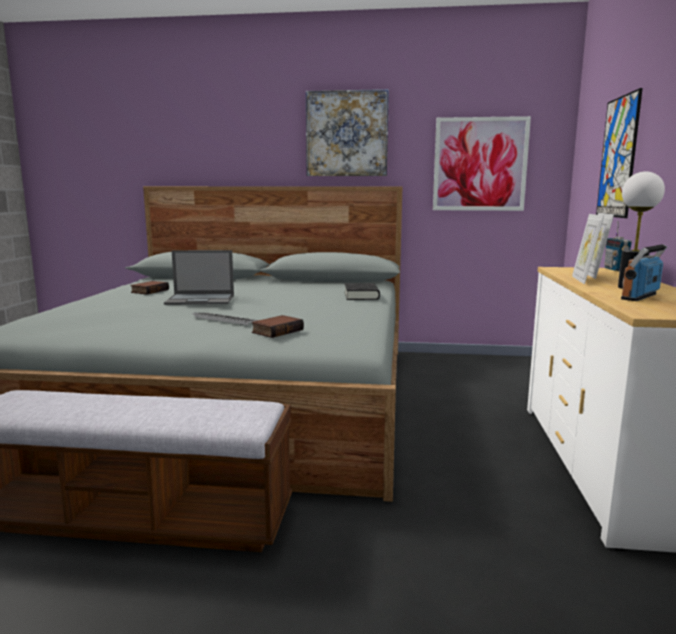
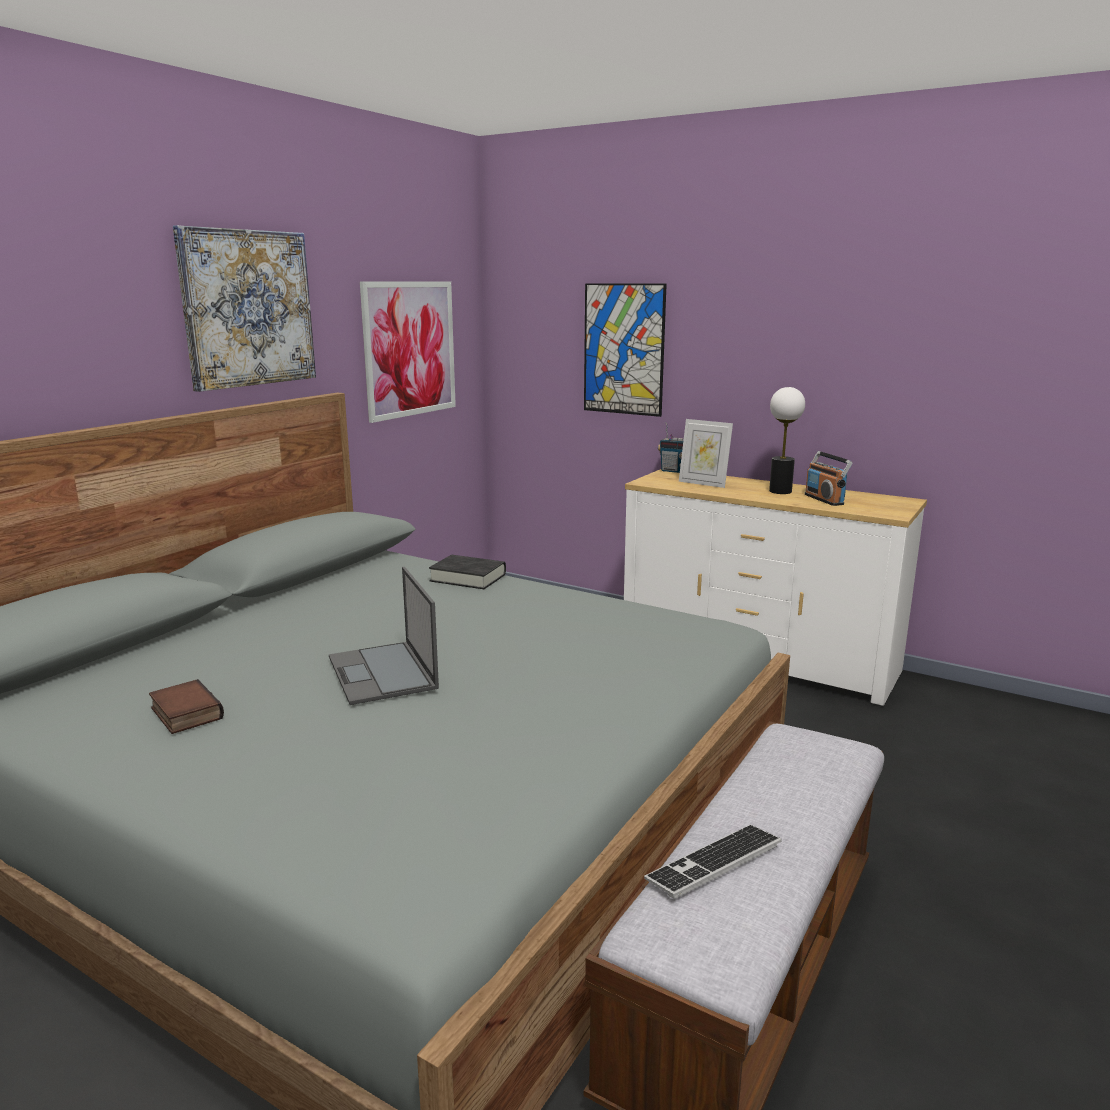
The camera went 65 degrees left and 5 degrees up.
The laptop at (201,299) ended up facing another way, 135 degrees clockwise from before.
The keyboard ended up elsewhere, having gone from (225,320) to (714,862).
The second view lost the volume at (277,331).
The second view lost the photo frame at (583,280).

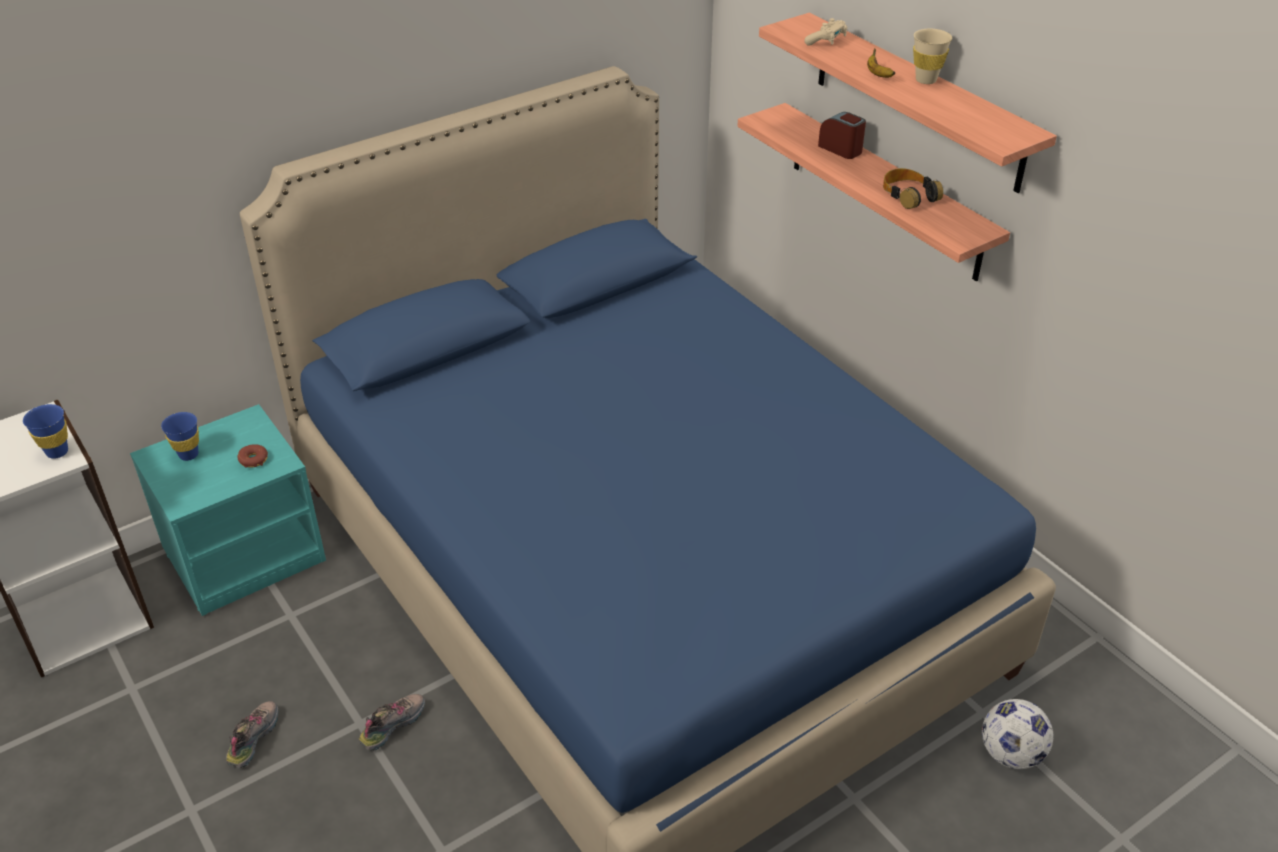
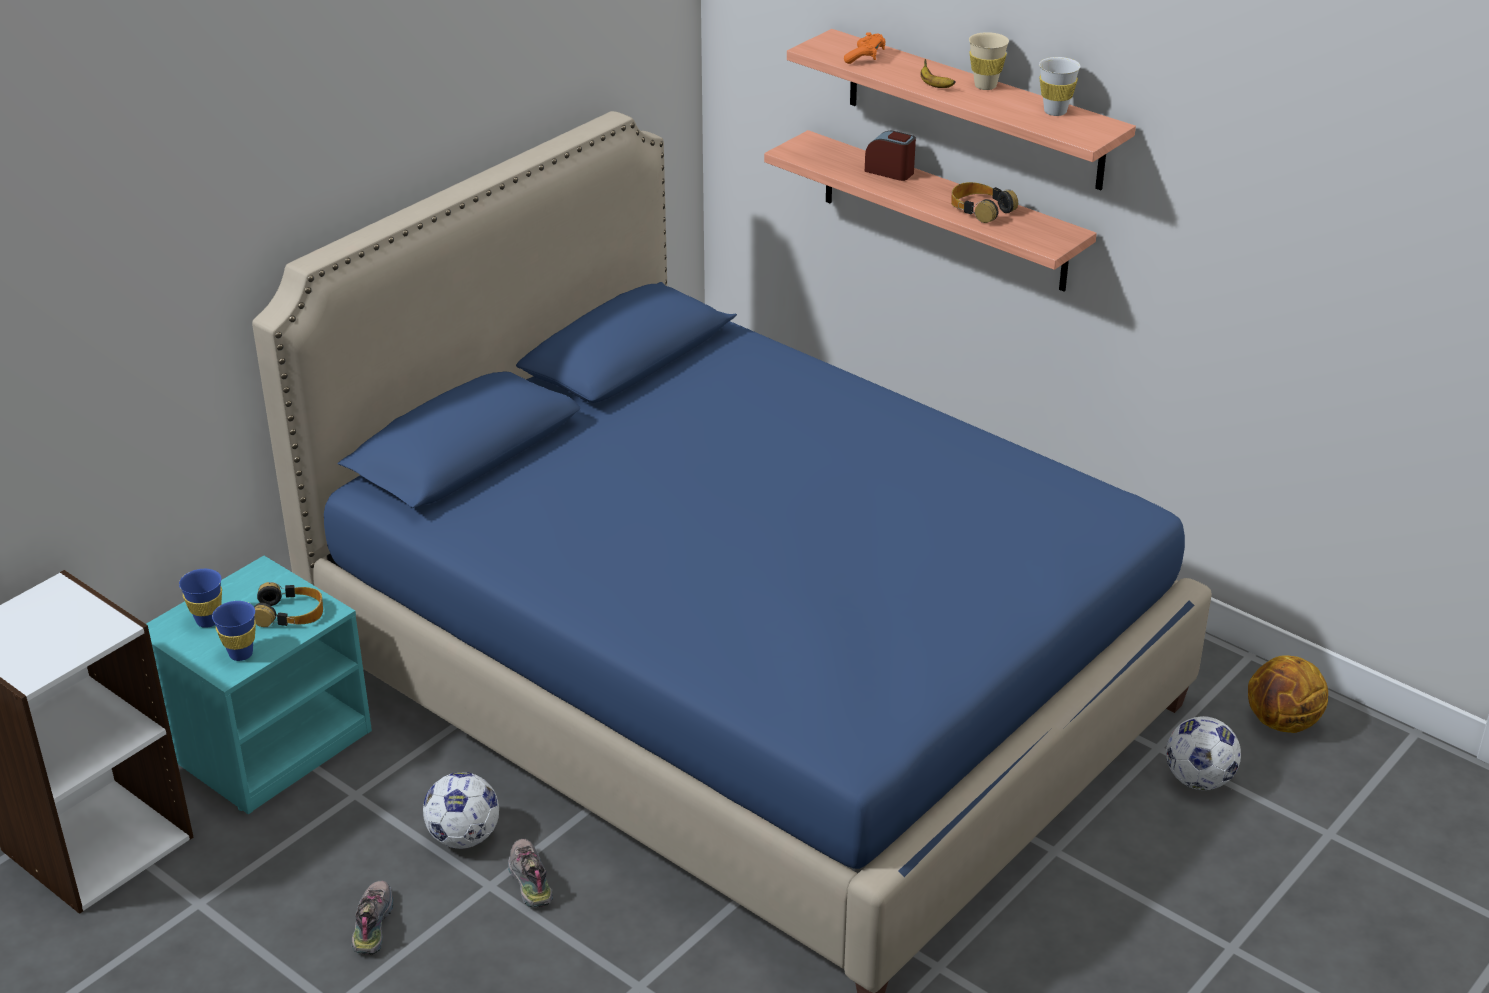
The camera went 15 degrees left and 5 degrees down.
The bluish cup ended up elsewhere, having gone from (57,452) to (241,654).
Where the ring doughnut stood at (253,460), the pair of headphones came to stand at (290,613).
The item of footwear at (393,725) ended up facing another way, 45 degrees counterclockwise from before.
What was the beige joypad at (826,41) turned into the orange-coloured joypad at (865,57).
The second view gained the ball for football at (464,837).
The second view gained the white-coloured cup at (1055,111).
The second view gained the ball for basketball at (1282,722).

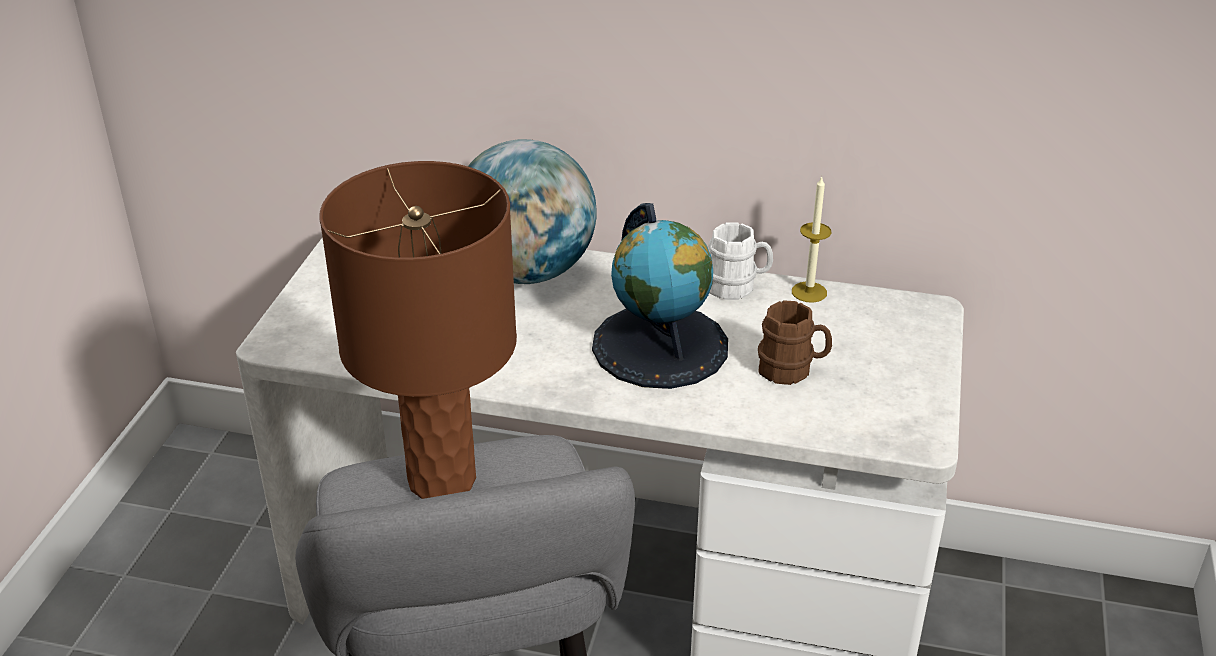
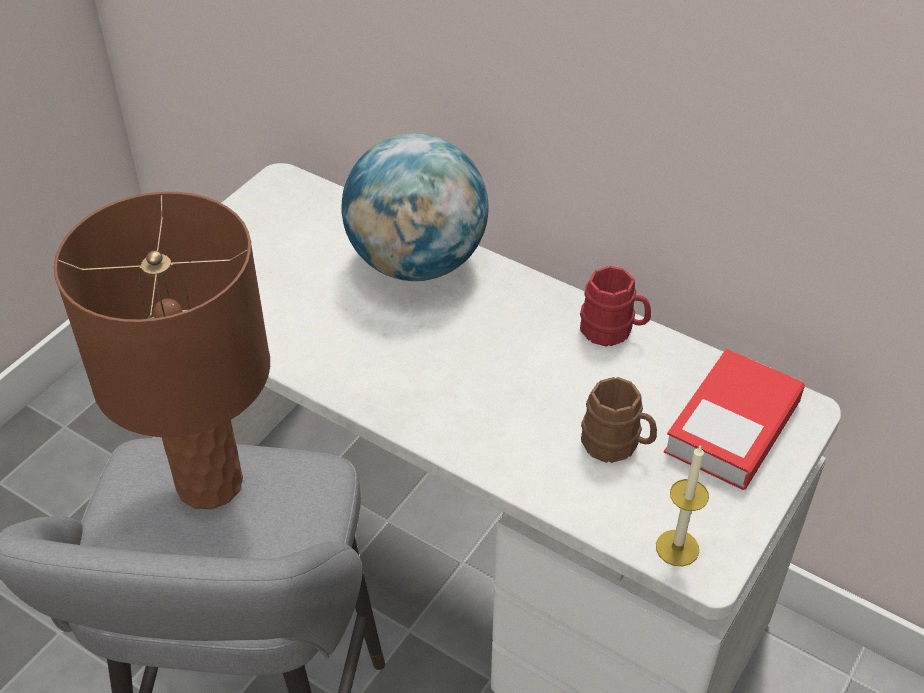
The camera went 20 degrees right and 10 degrees up.
The second view lost the globe at (660,345).
What was the white-coloured mug at (737,287) turned into the red-coloured mug at (613,331).
The wax candle ended up elsewhere, having gone from (809,292) to (677,548).
The second view gained the volume at (732,427).

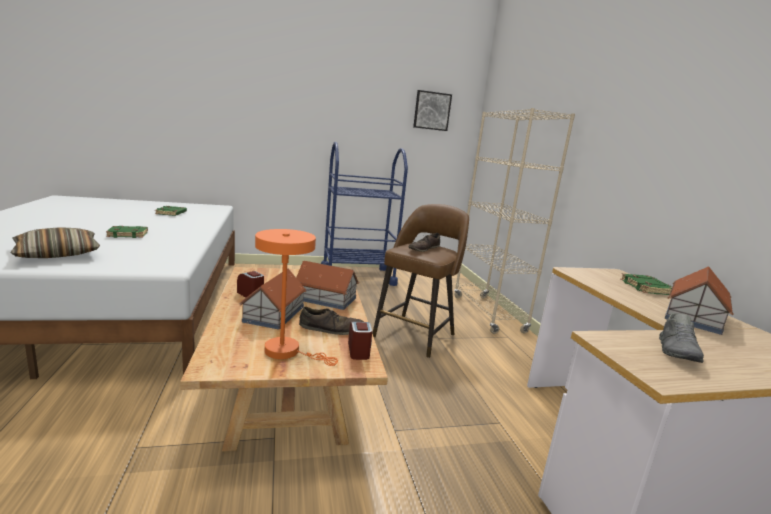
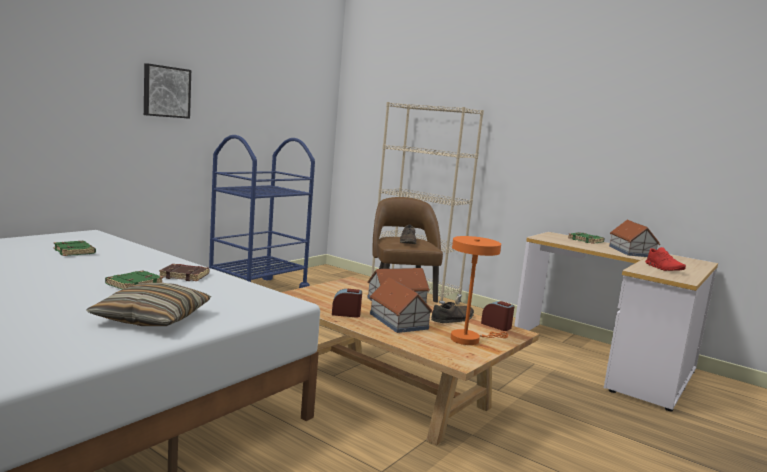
The camera went 40 degrees left and 5 degrees down.
The wall art ended up elsewhere, having gone from (431,111) to (166,91).
What was the gray item of footwear at (677,351) turned into the red-coloured item of footwear at (664,268).
The second view gained the brown-coloured volume at (185,276).

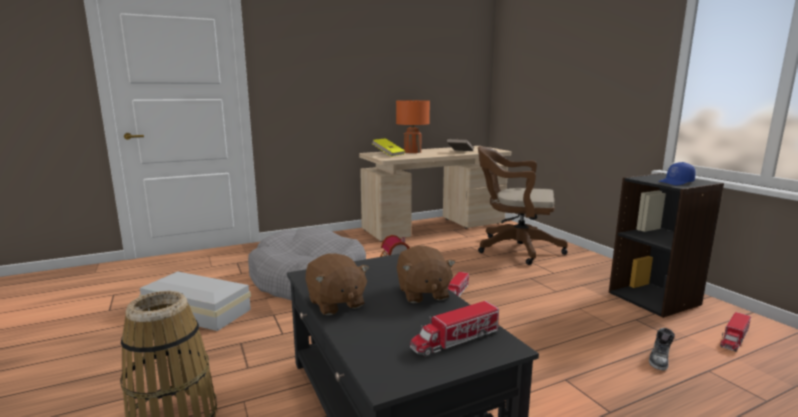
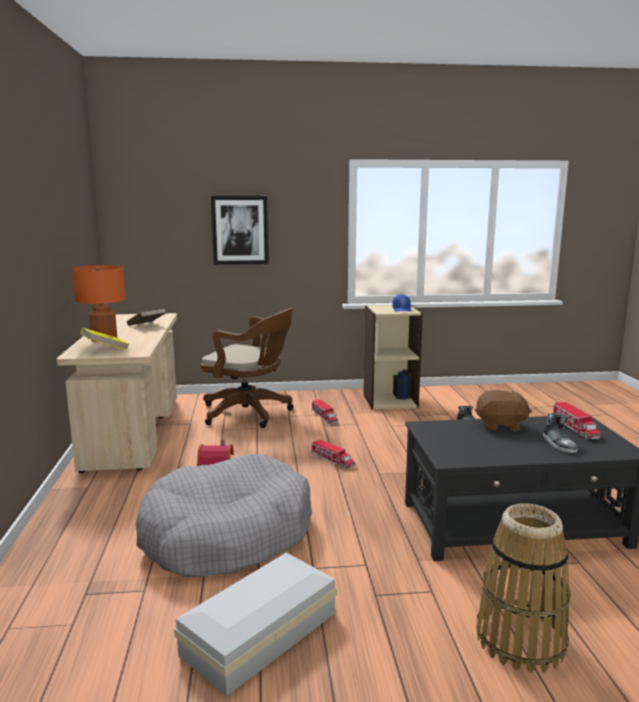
The camera went 70 degrees left and 0 degrees up.
The second view lost the brown-coloured cuddly toy at (335,303).
The brown-coloured desk chair at (514,248) ended up facing another way, 105 degrees counterclockwise from before.
What was the black-coloured bookcase at (654,298) turned into the beige bookcase at (390,400).
The model truck ended up elsewhere, having gone from (734,339) to (324,417).
The second view gained the wall art at (240,230).
The second view gained the item of footwear at (559,444).

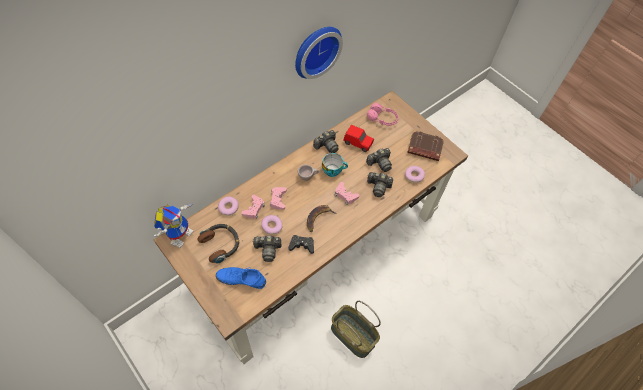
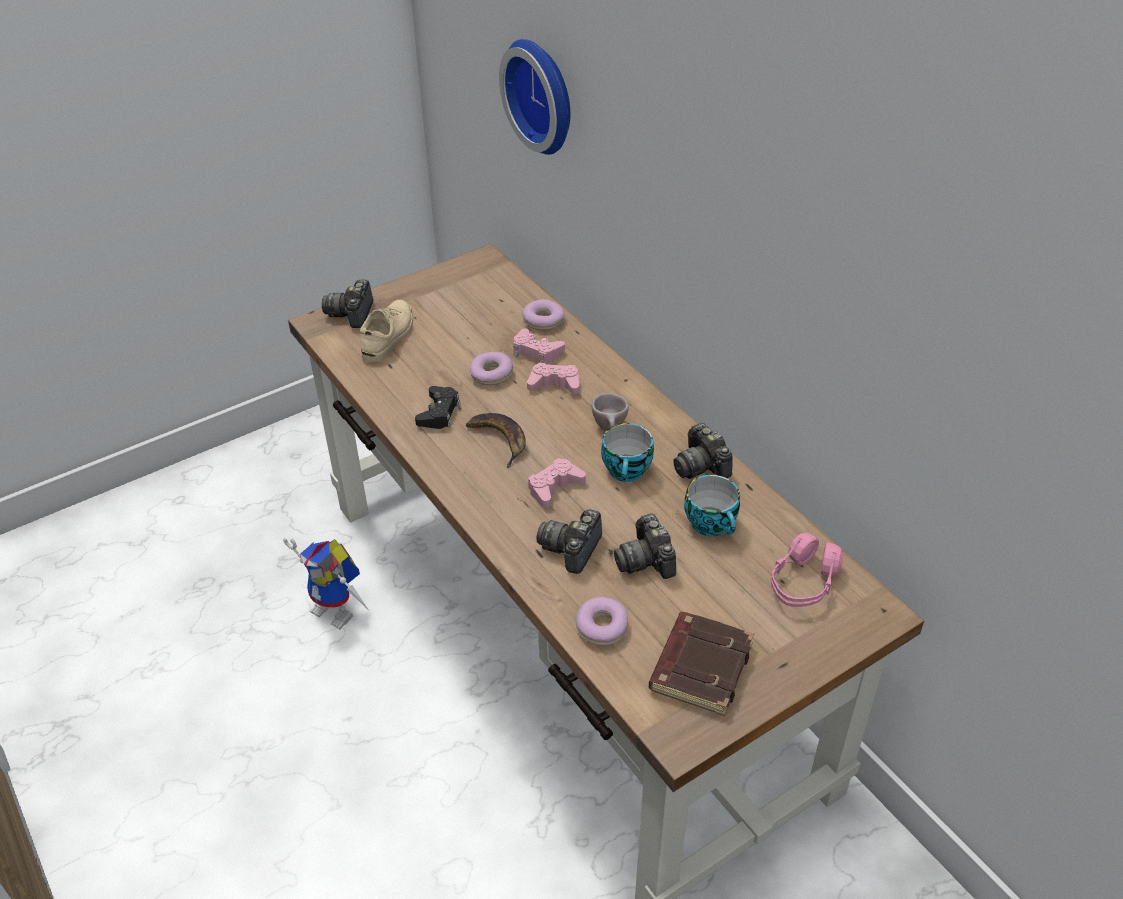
The camera went 100 degrees right and 15 degrees down.
The model robot ended up elsewhere, having gone from (180,234) to (339,611).
The second view lost the pair of headphones at (221,244).
What was the bluish item of footwear at (241,279) turned into the beige item of footwear at (388,336).
The photo camera ended up elsewhere, having gone from (268,250) to (352,314).
The wall clock ended up elsewhere, having gone from (315,50) to (544,95).
The second view lost the basket at (352,336).
Where the red-coloured model car stood at (358,143), the cup came to stand at (712,524).

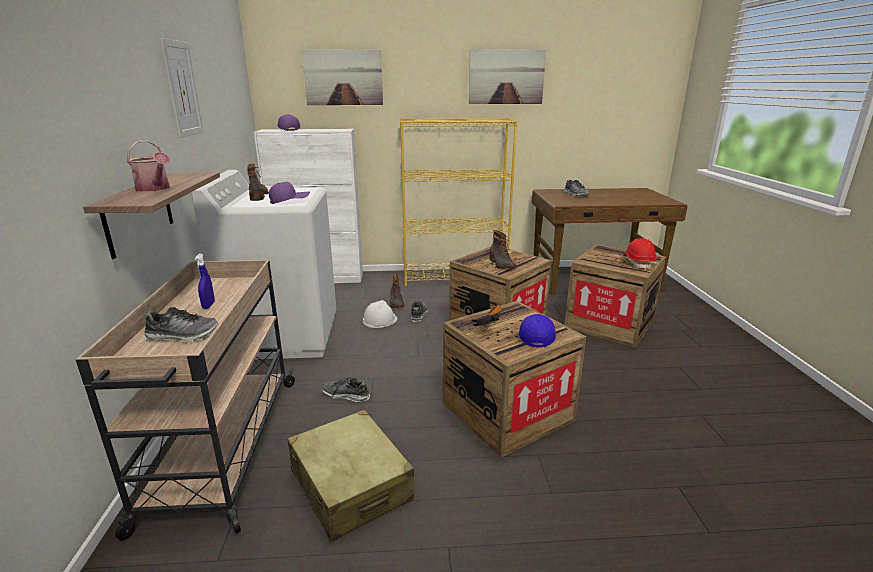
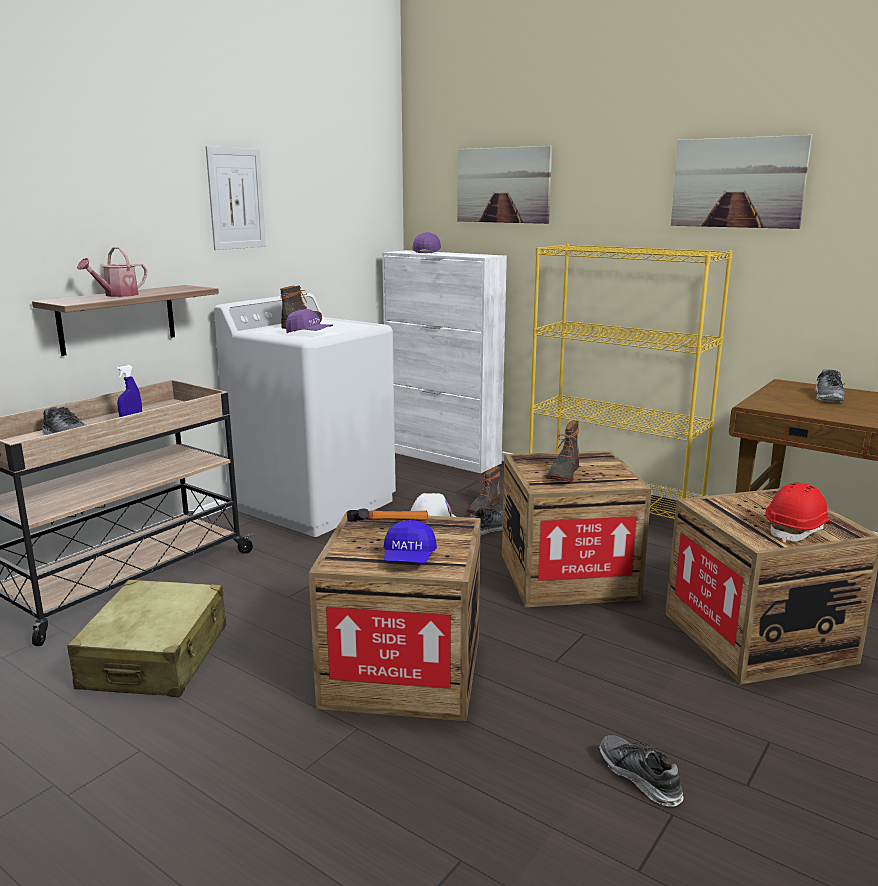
The camera went 40 degrees right and 5 degrees down.
The watering pot at (155,189) ended up facing another way, 45 degrees clockwise from before.
The item of footwear ended up elsewhere, having gone from (346,395) to (639,777).
The bluish cap at (536,336) ended up facing another way, 135 degrees clockwise from before.

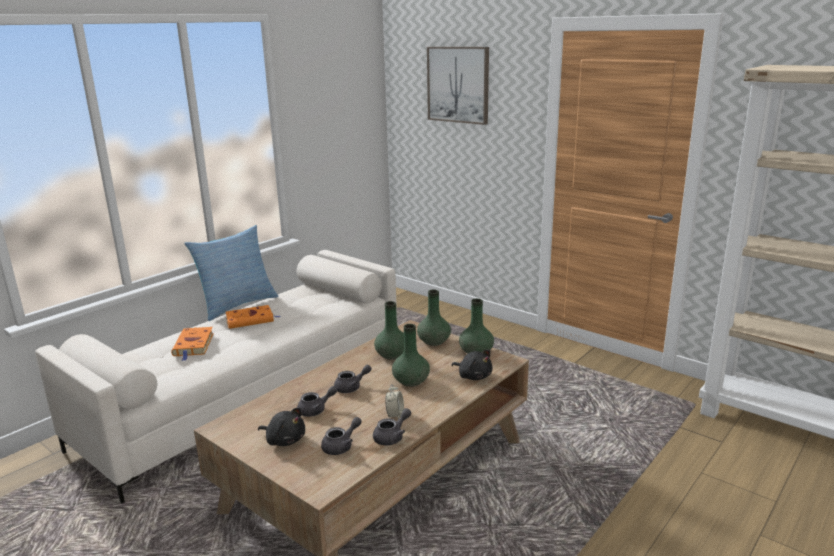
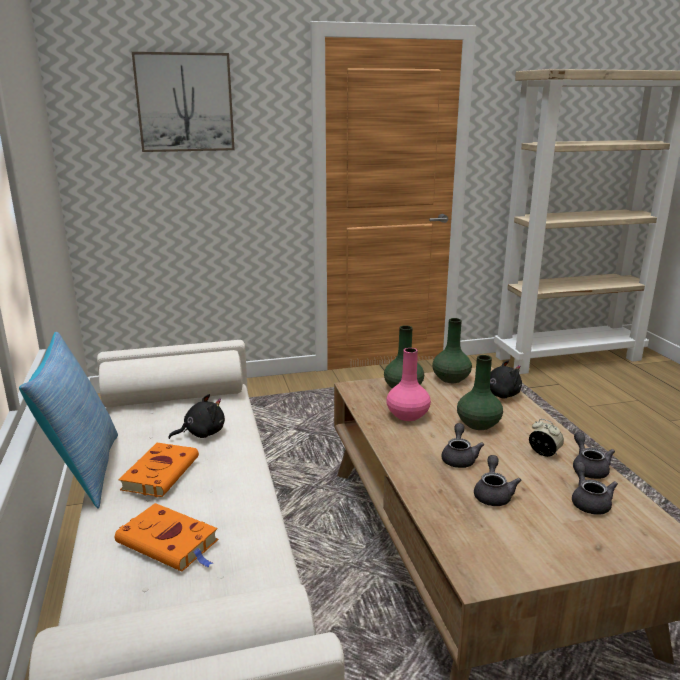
The camera went 55 degrees left and 0 degrees up.
The black-coloured cuddly toy ended up elsewhere, having gone from (284,440) to (201,433).
What was the greenish decorative vase at (392,355) turned into the pinkish decorative vase at (407,415).

